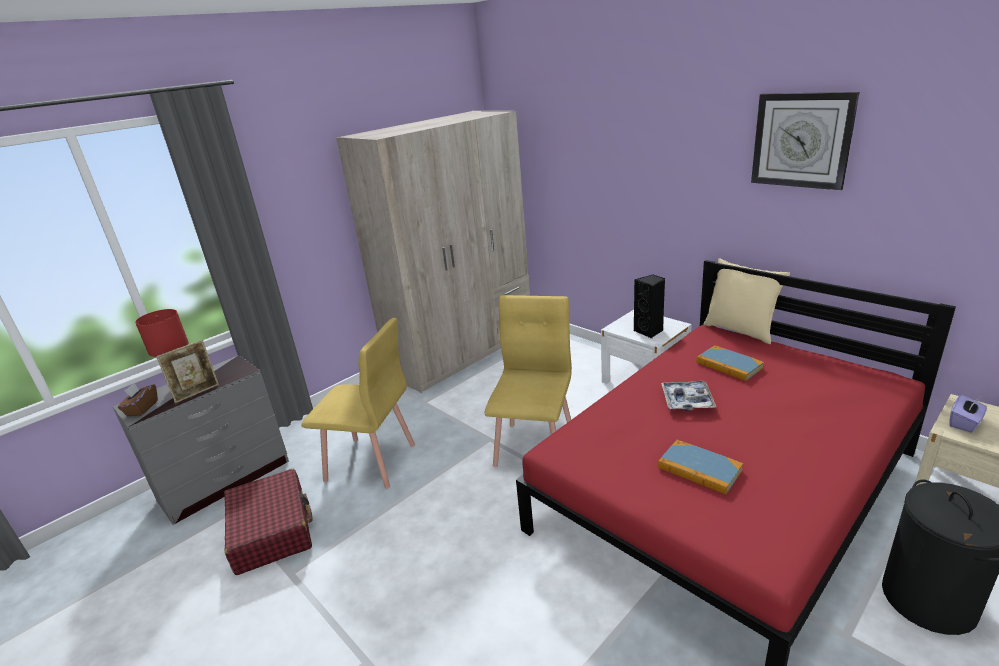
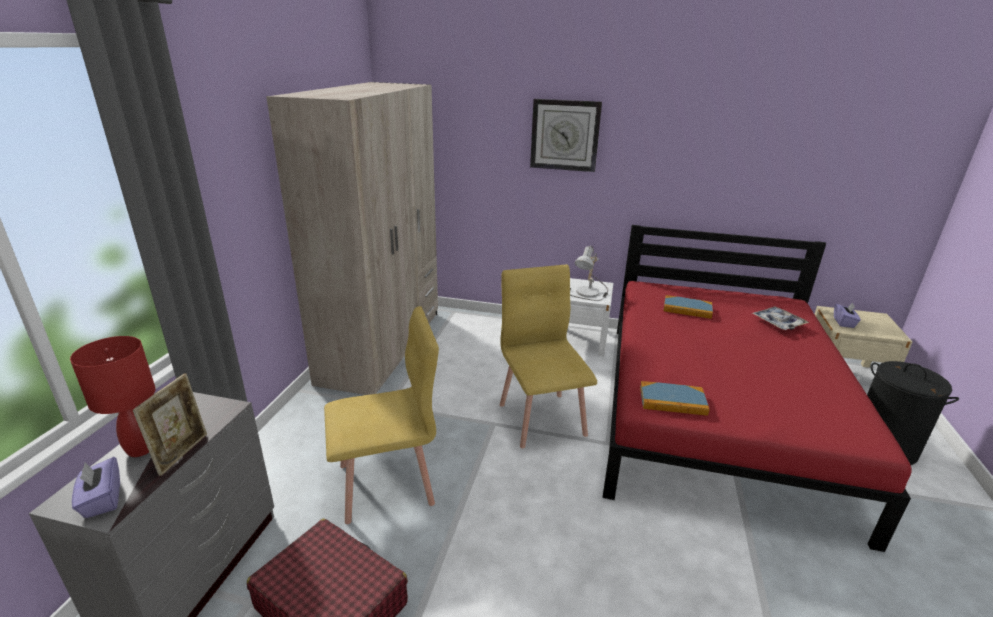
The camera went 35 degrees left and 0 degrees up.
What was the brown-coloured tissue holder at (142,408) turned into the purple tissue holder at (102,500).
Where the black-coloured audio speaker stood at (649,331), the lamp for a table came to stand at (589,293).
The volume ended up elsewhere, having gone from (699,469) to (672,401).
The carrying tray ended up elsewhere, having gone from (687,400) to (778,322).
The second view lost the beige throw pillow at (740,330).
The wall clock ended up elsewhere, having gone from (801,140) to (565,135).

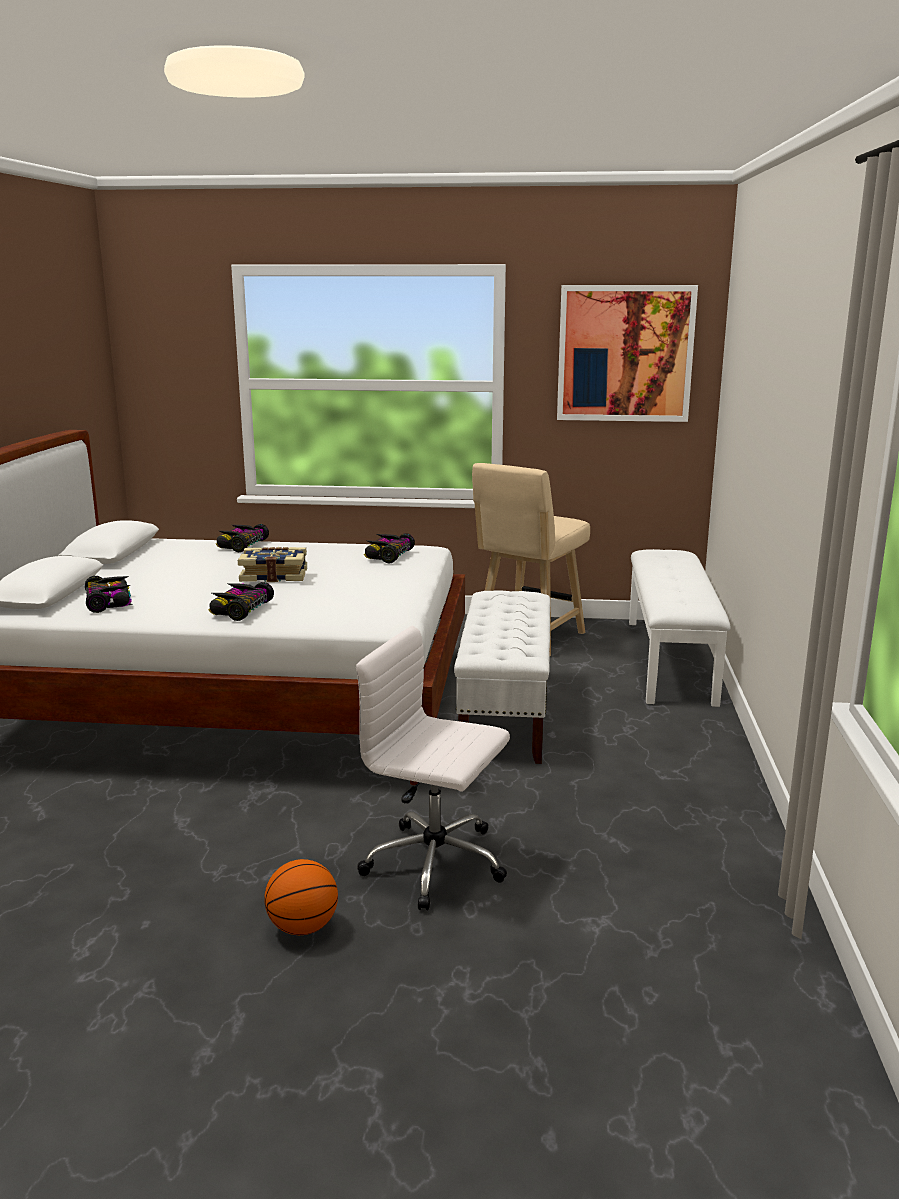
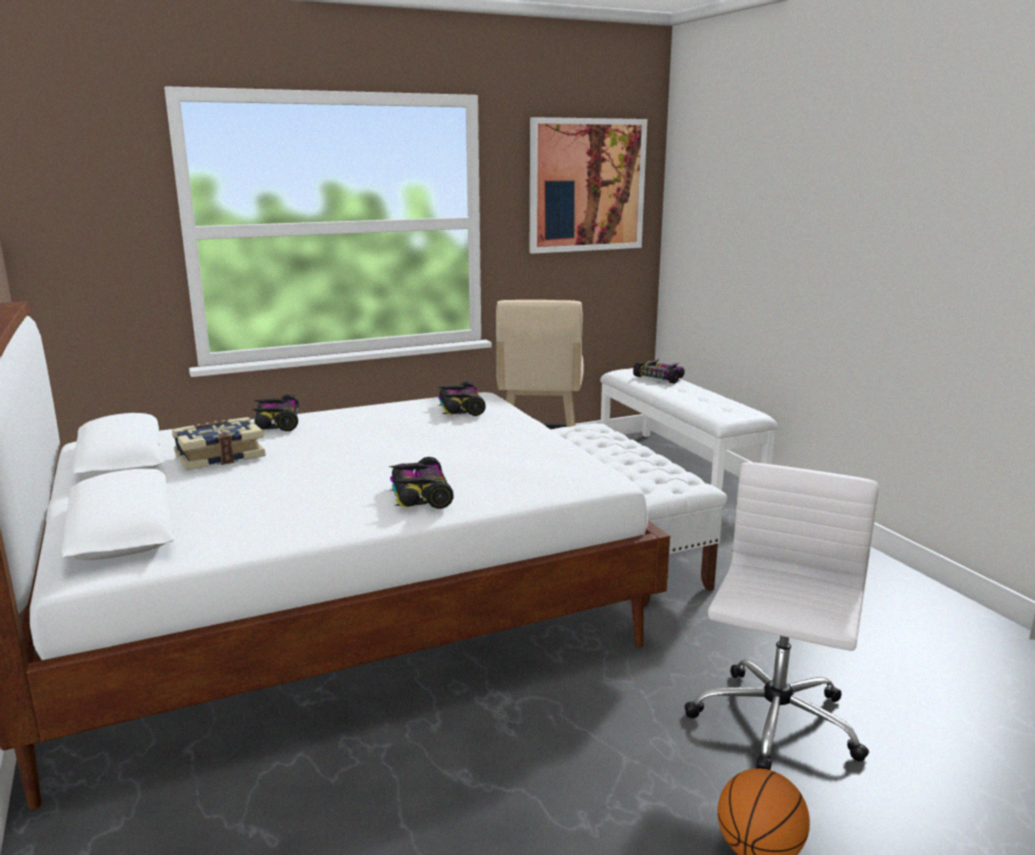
The camera went 30 degrees left and 0 degrees up.
The model car ended up elsewhere, having gone from (109,602) to (660,378).
The volume ended up elsewhere, having gone from (274,575) to (219,456).
The white-coloured desk chair at (437,864) ended up facing another way, 120 degrees clockwise from before.

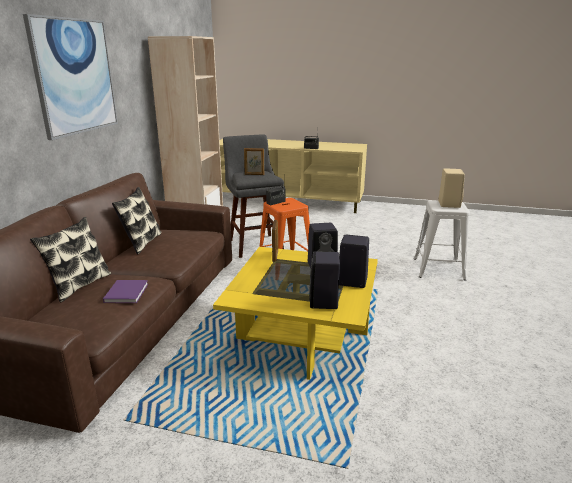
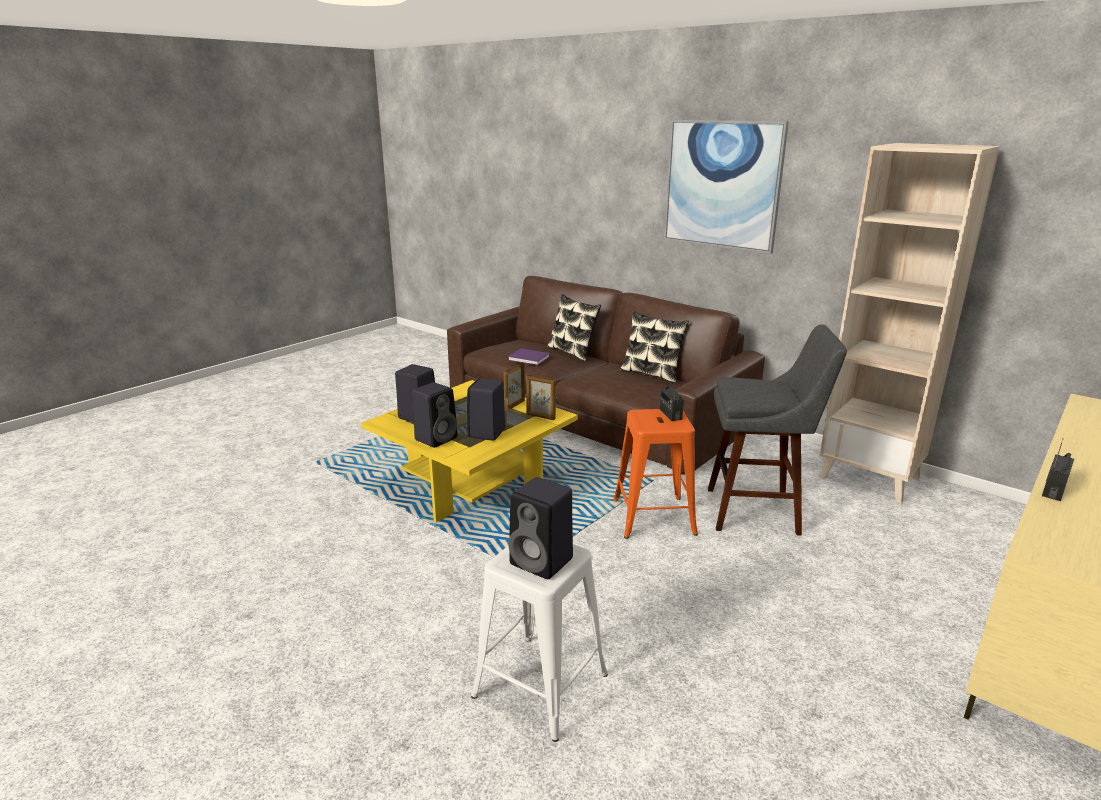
The camera went 115 degrees right and 0 degrees up.
The photo frame ended up elsewhere, having gone from (254,174) to (514,405).
What was the beige audio speaker at (448,204) turned into the black-coloured audio speaker at (543,562).

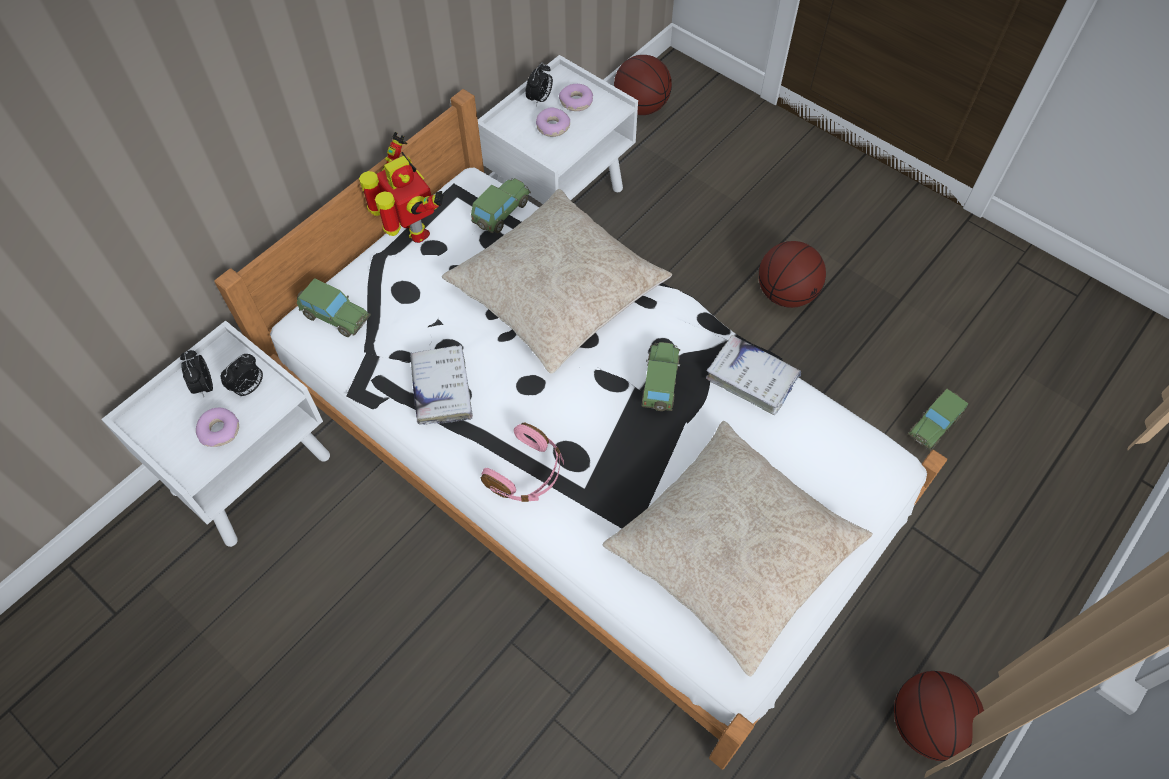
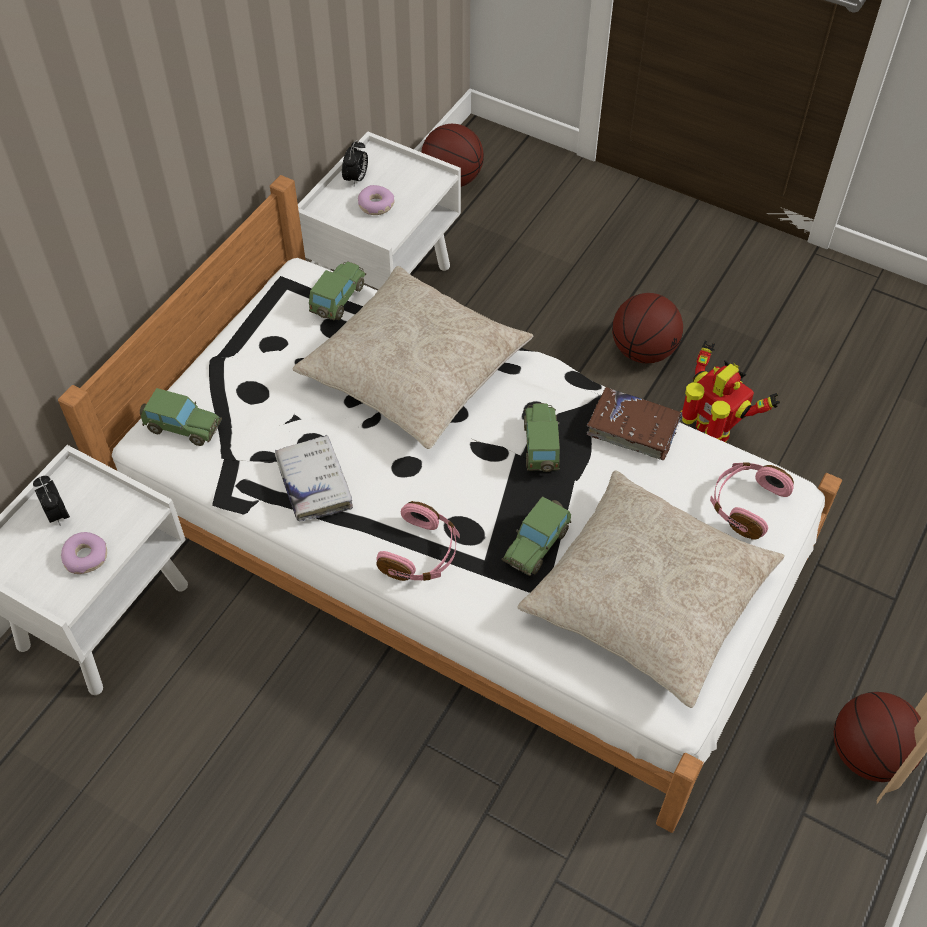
The camera went 10 degrees left and 5 degrees down.
The second view lost the bedside clock at (249,388).
The model robot ended up elsewhere, having gone from (412,232) to (711,434).
The second view lost the ring doughnut at (576,102).
What was the white-coloured volume at (752,379) turned into the brown-coloured volume at (633,428).
The model car ended up elsewhere, having gone from (934,425) to (537,545).
The second view gained the pinkish pair of headphones at (745,504).

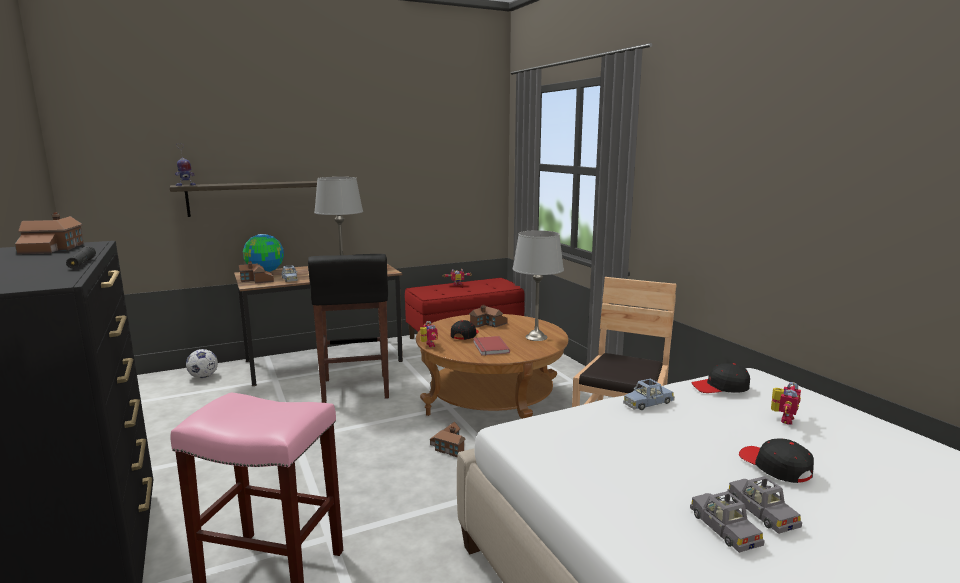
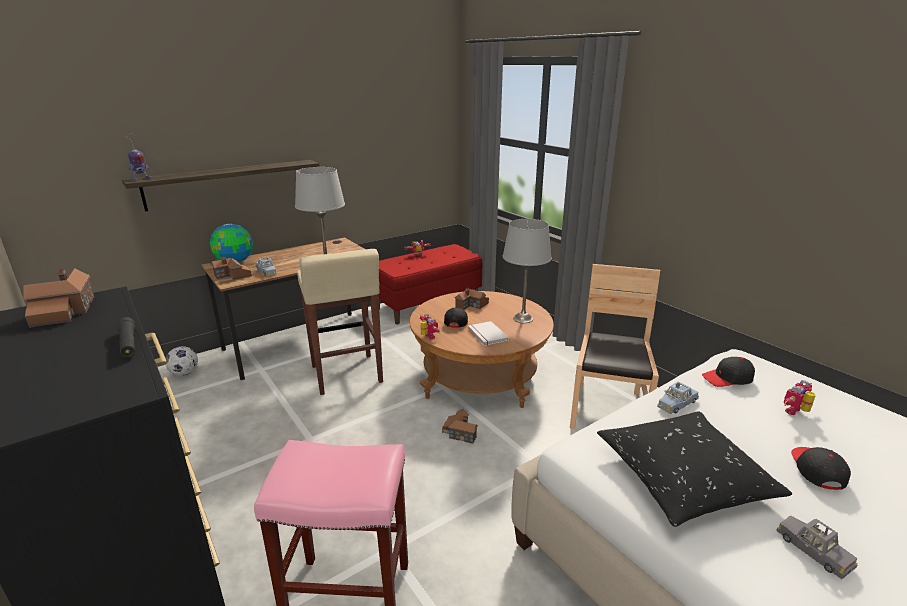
The camera went 10 degrees left and 10 degrees up.
What was the black-coloured stool at (355,389) turned into the beige stool at (346,375).
What was the red-coloured volume at (489,347) turned into the white-coloured volume at (486,335).
The second view lost the gray model car at (761,512).
The black-coloured cap at (775,466) ended up facing another way, 45 degrees clockwise from before.
The model robot at (782,419) ended up facing another way, 150 degrees counterclockwise from before.
The second view gained the black-coloured throw pillow at (684,477).

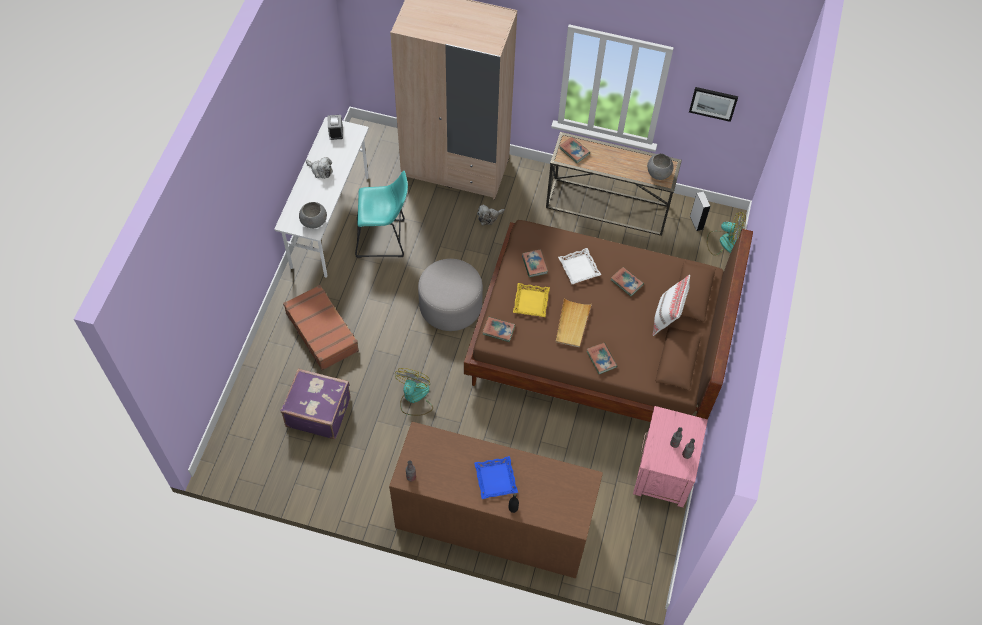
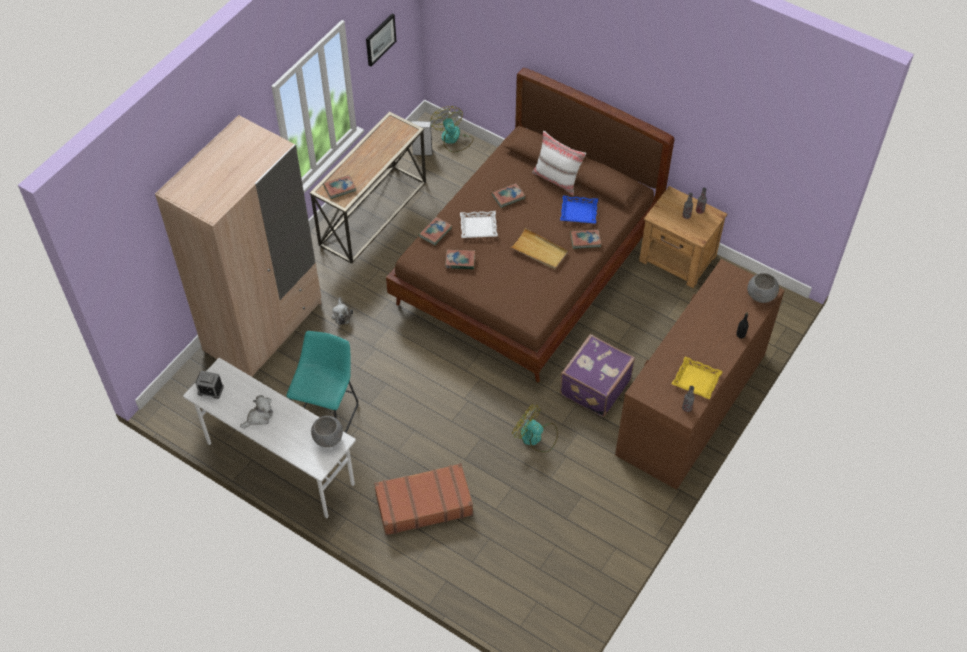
The camera went 70 degrees left and 5 degrees down.
The purple piece of luggage ended up elsewhere, having gone from (318,411) to (594,386).
The second view lost the gray footrest at (450,306).
The bluish carrying tray ended up elsewhere, having gone from (496,479) to (579,212).
The volume ended up elsewhere, having gone from (498,330) to (435,232).
The yellow-coloured carrying tray ended up elsewhere, having gone from (530,302) to (696,380).
What was the pinkish nightstand at (663,472) turned into the brown-coloured nightstand at (678,259).
The gray serving bowl ended up elsewhere, having gone from (658,173) to (760,296).
The fan at (724,242) ended up facing another way, 60 degrees counterclockwise from before.

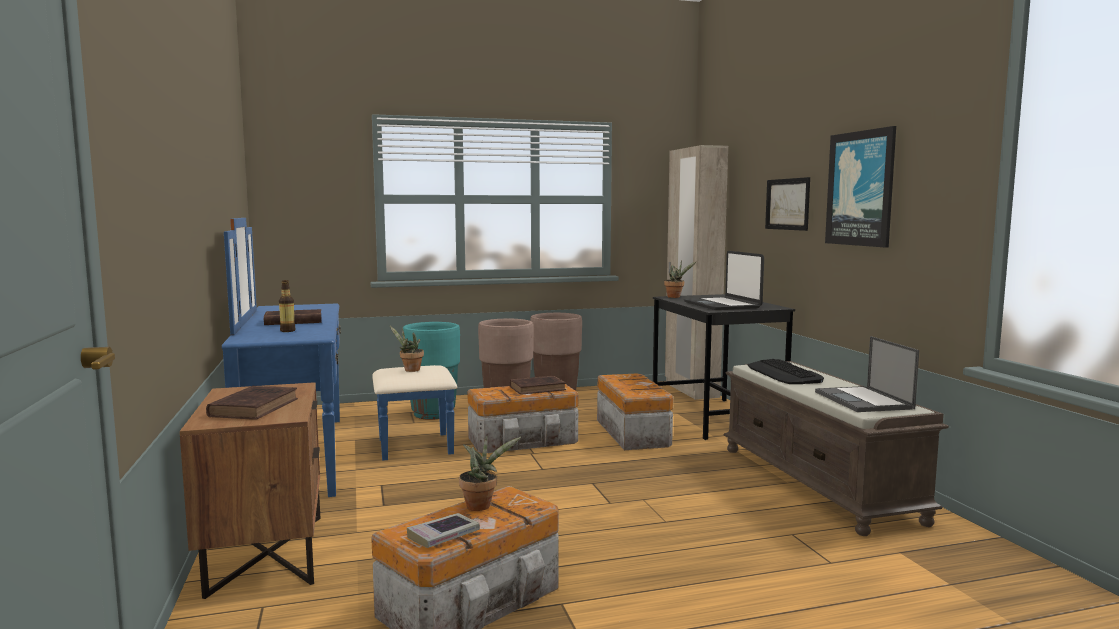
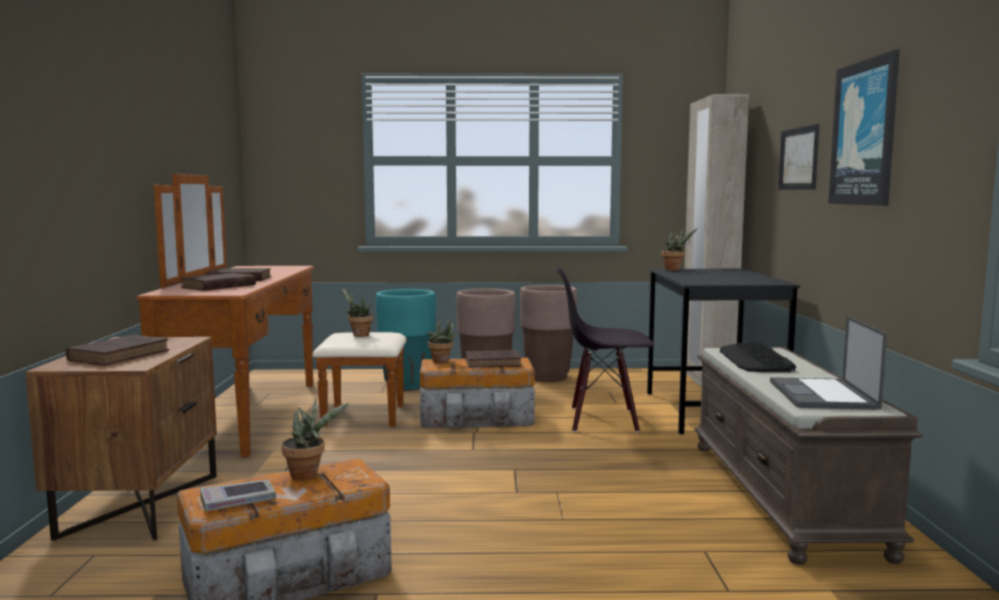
The camera went 15 degrees right and 0 degrees up.
What was the bluish drawer chest at (325,453) turned into the brown-coloured drawer chest at (273,415).
Where the beverage bottle stood at (287,331), the brown-coloured volume came to stand at (217,286).
Where the storage bin stood at (632,432), the black-coloured upright chair came to stand at (602,420).
The second view lost the laptop at (722,305).
The second view gained the houseplant at (442,361).

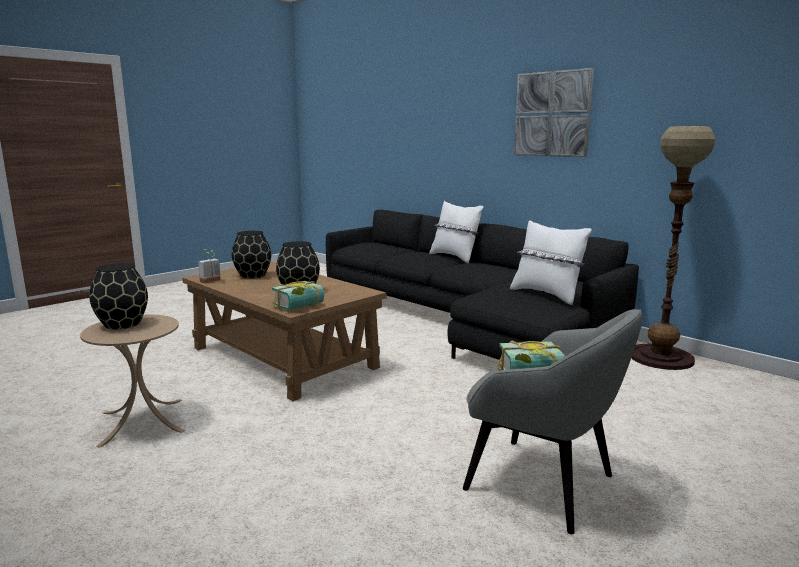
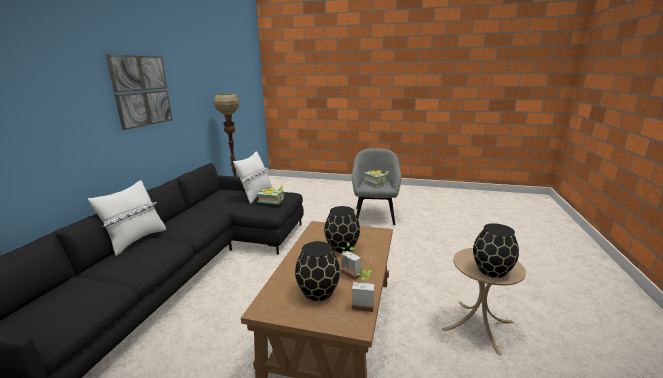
The camera went 120 degrees left and 5 degrees up.
The volume ended up elsewhere, having gone from (301,307) to (272,201).
The second view gained the houseplant at (348,276).

